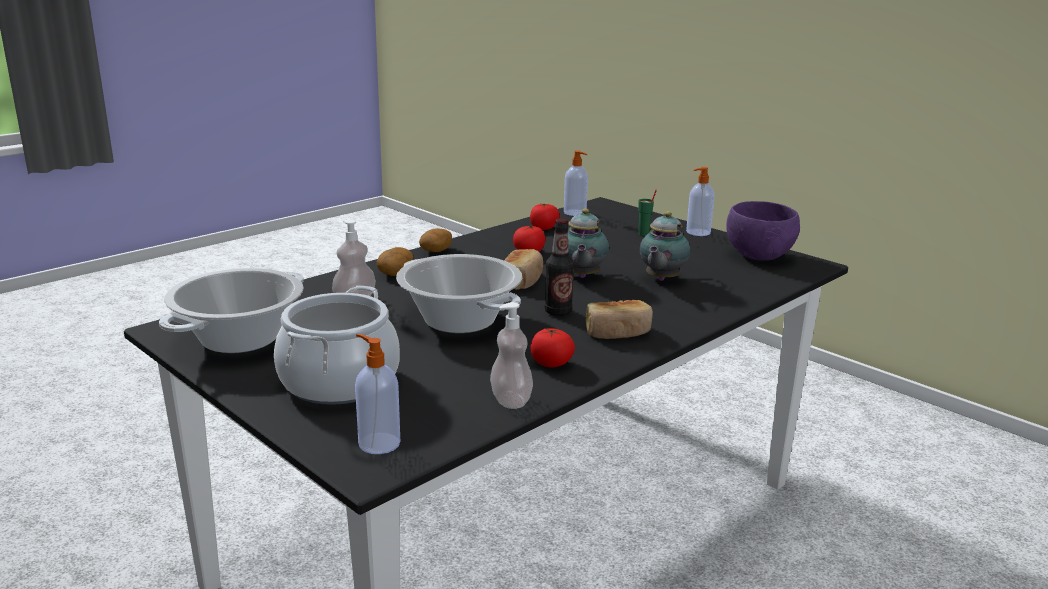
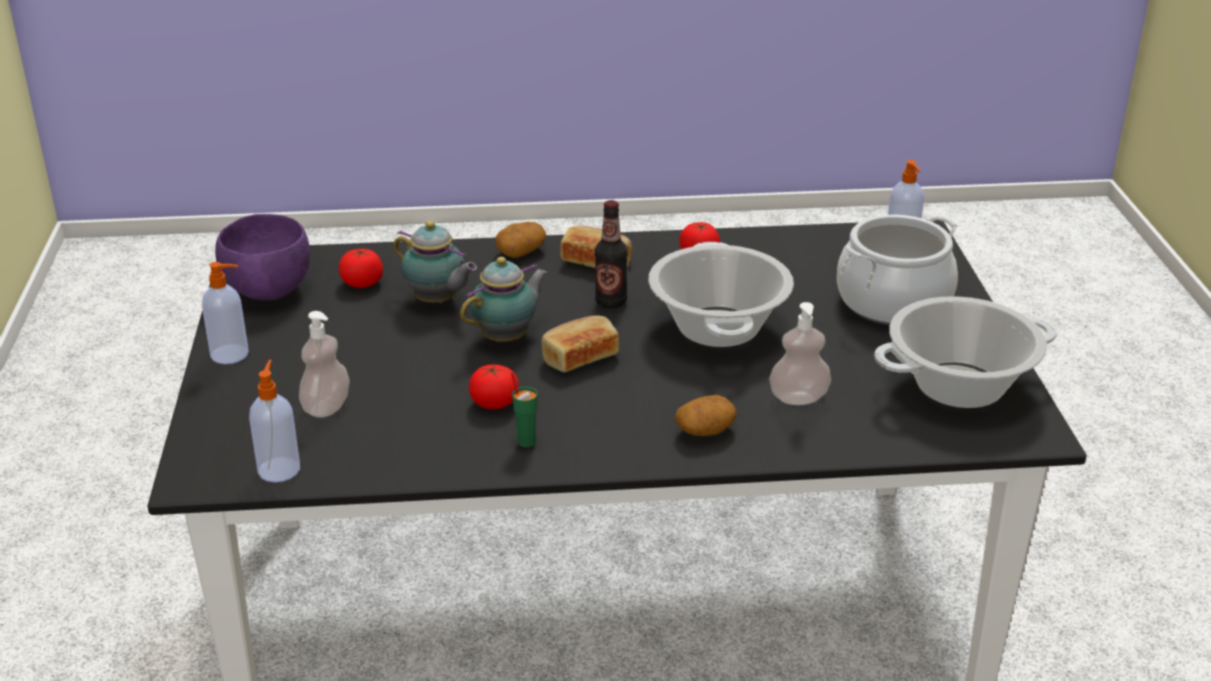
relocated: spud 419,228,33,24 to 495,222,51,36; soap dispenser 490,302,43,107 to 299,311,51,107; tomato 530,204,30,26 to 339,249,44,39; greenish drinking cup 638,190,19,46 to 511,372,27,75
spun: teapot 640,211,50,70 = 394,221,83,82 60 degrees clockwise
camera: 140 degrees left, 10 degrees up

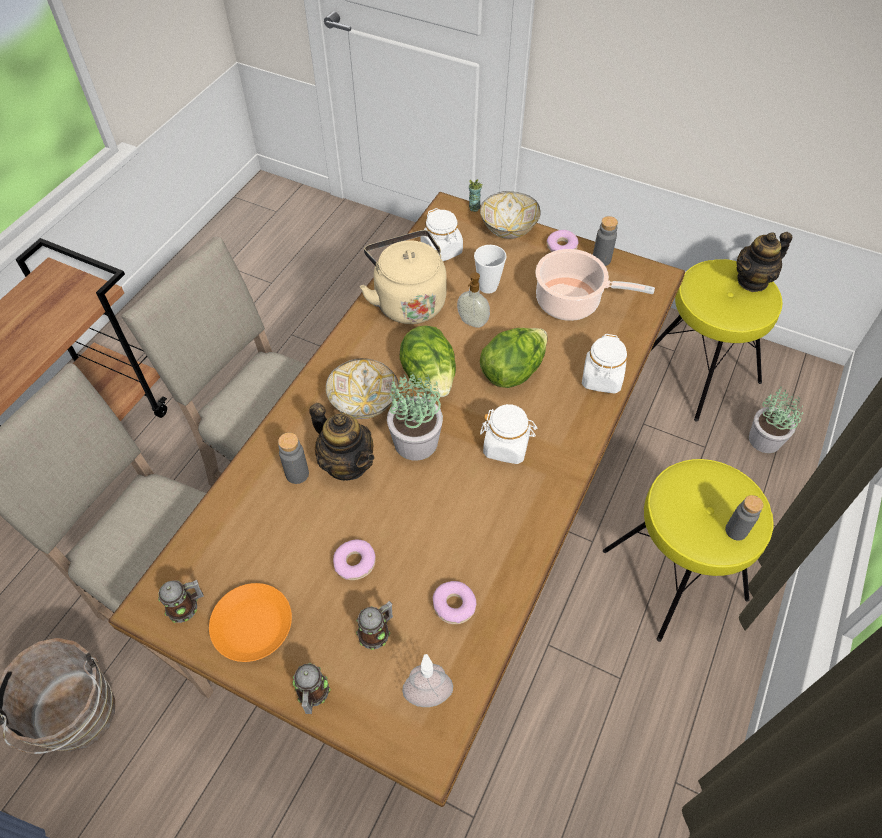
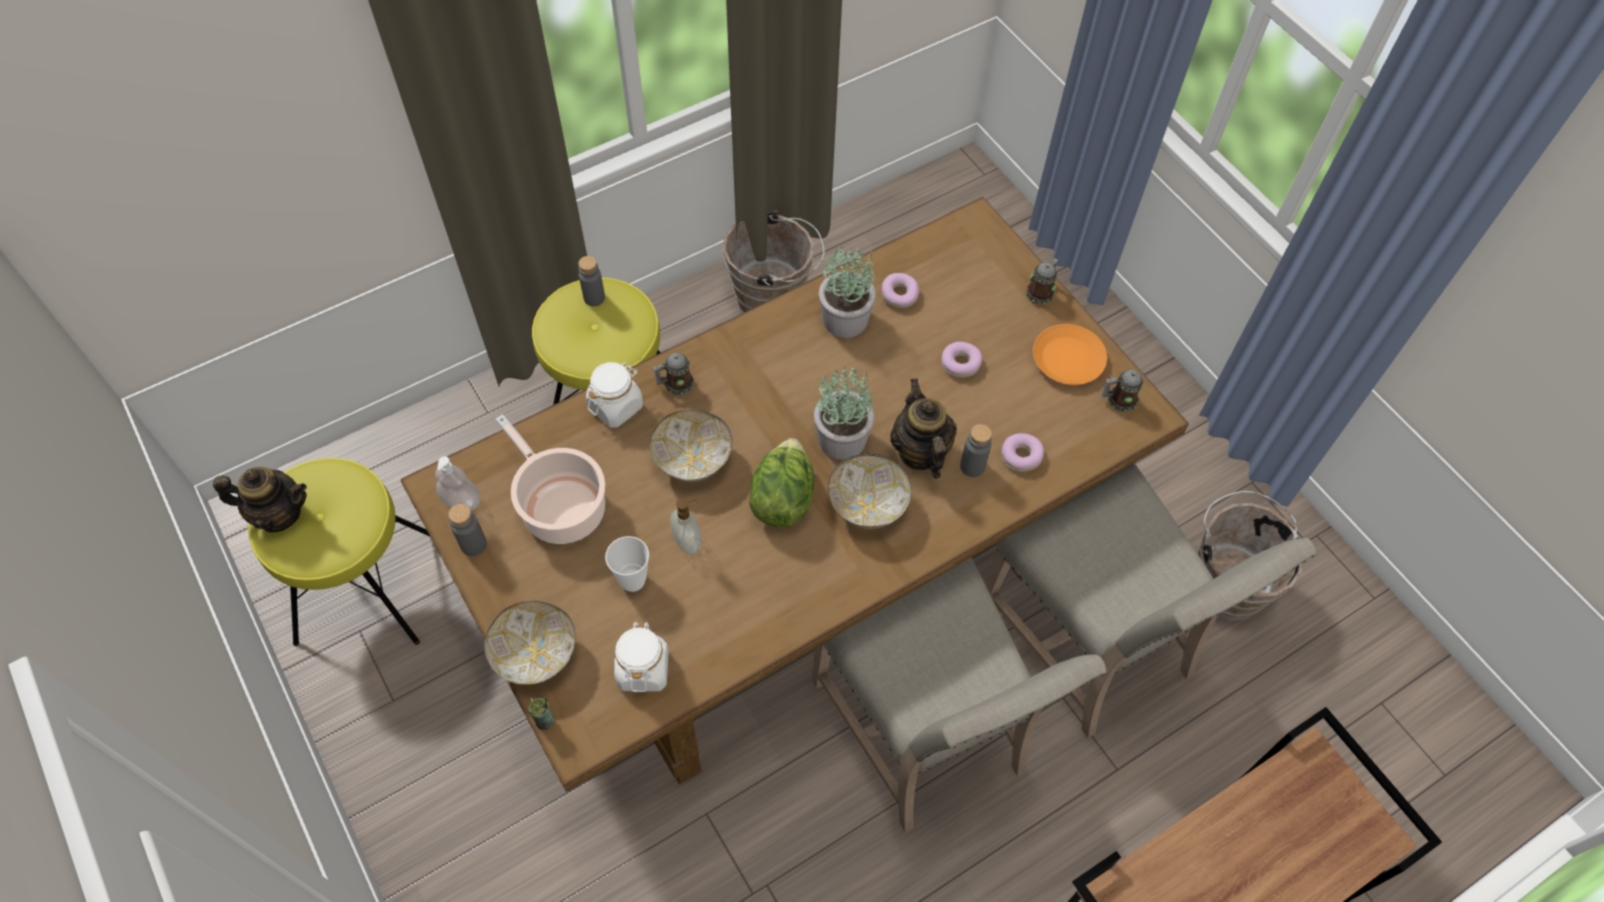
missing: beige water kettle 360,230,87,94; white storage jar 480,404,57,60
appeared: brownish water bucket 723,210,102,102
relocated: coffee mug 356,601,37,49 to 653,353,42,42; soap dispenser 402,654,51,53 to 435,456,45,55; ring doughnut 547,230,31,22 to 1001,433,43,38; potted plant 749,387,54,66 to 819,245,57,93
exchanged: lettuce head 480,328,67,60 to bowl 649,409,84,72
camera: 150 degrees left, 5 degrees up

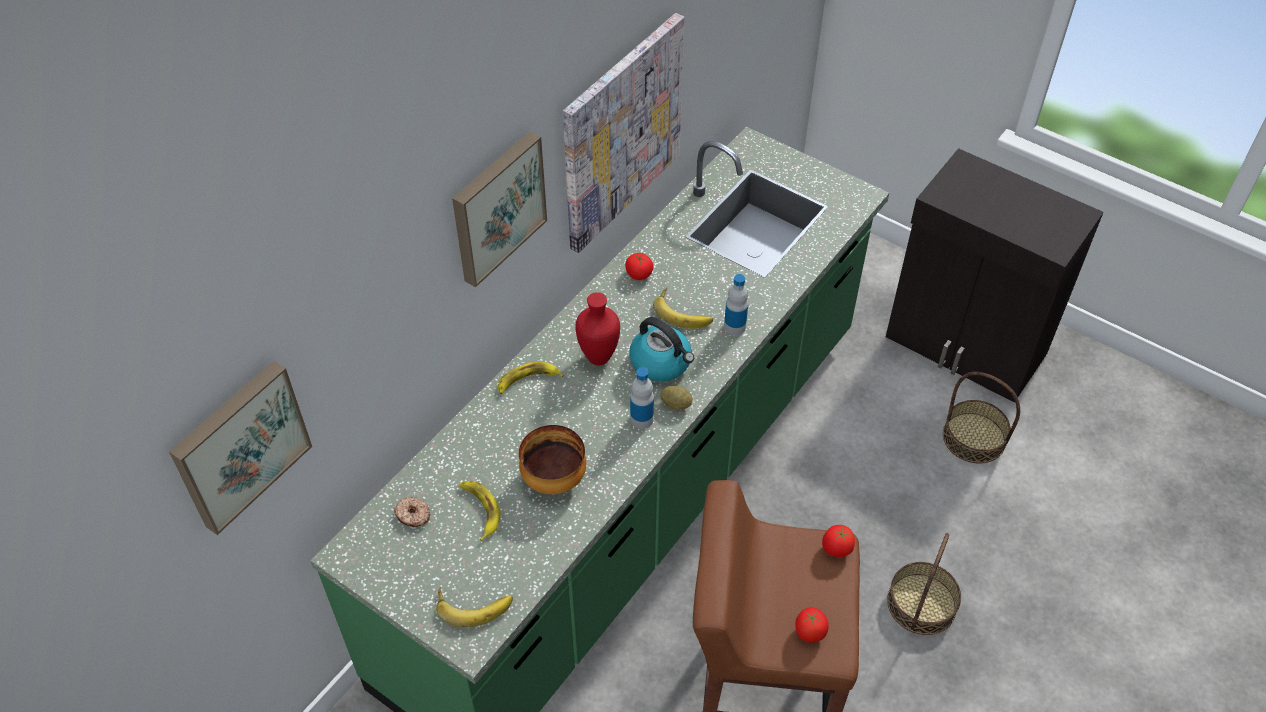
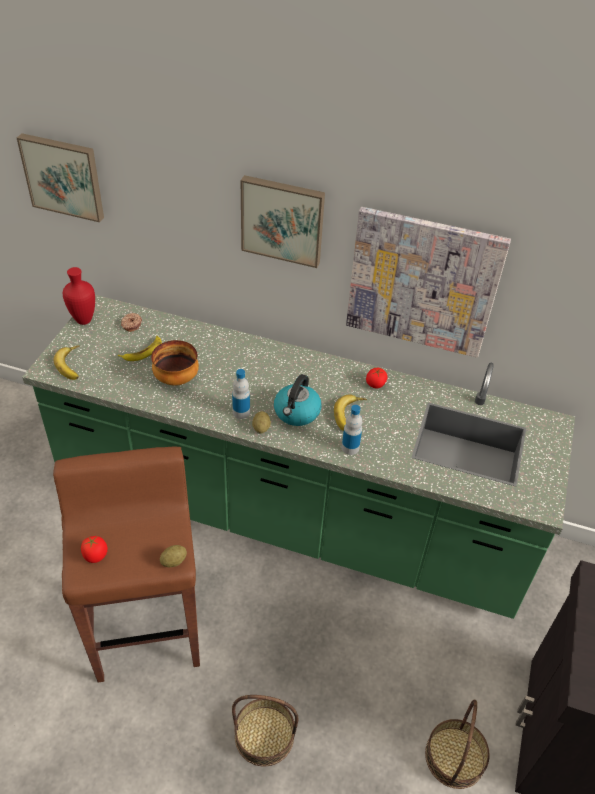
missing: banana 498,362,66,32
relocated: red-coloured decorative vase 575,292,45,74 to 63,267,32,58
exchanged: tomato 822,525,33,32 to spud 160,545,27,22
camera: 70 degrees right, 5 degrees down

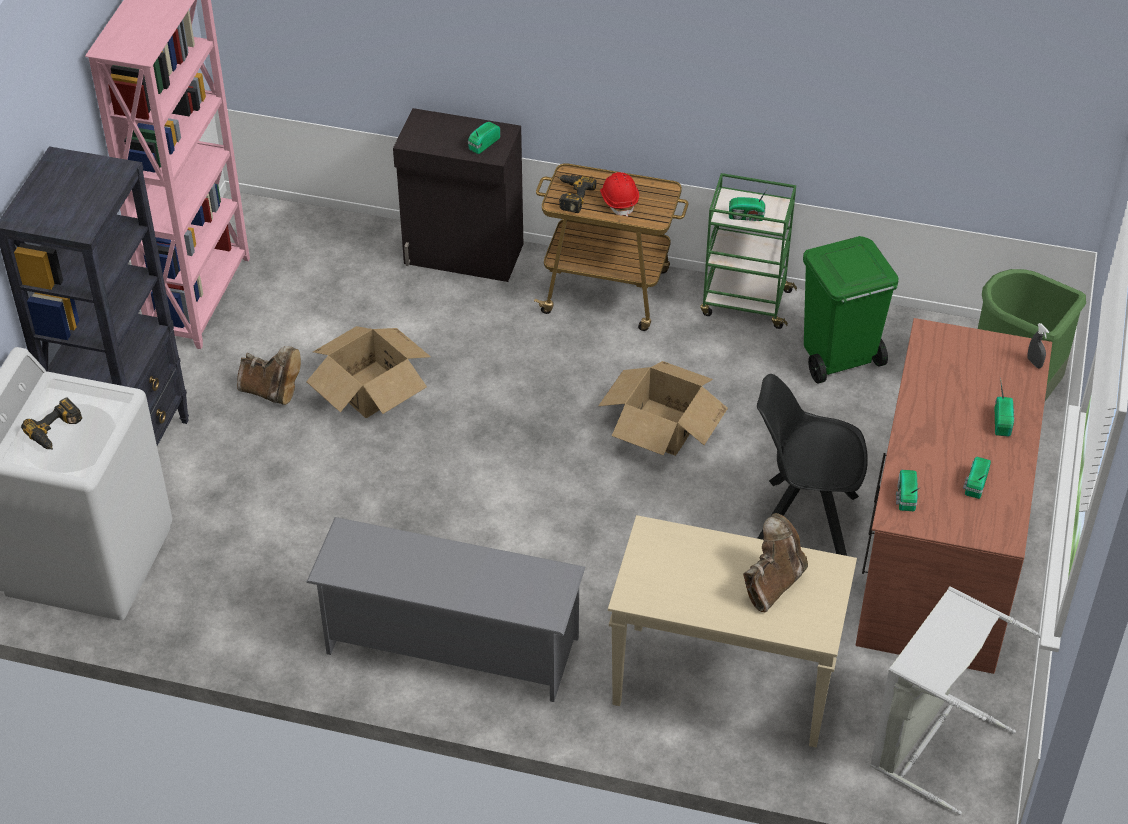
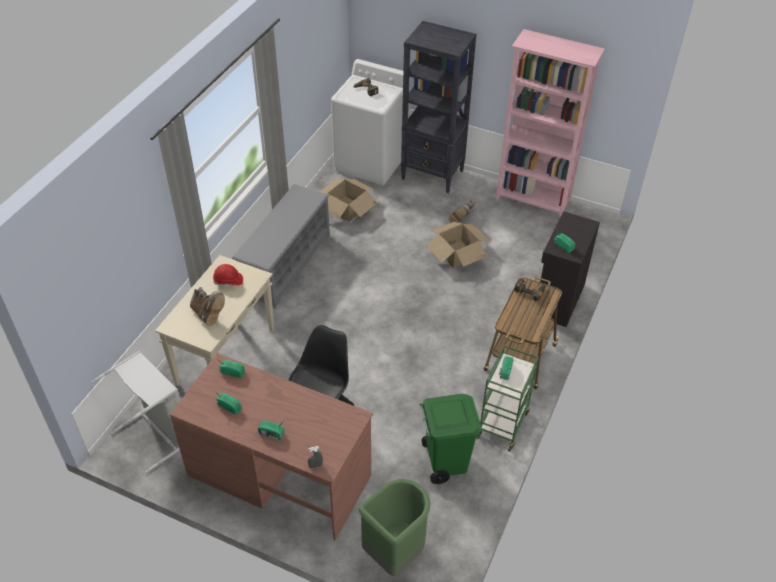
relocated: packing box 598,361,130,95 to 320,179,57,43; red-coloured hard hat 600,172,39,45 to 213,264,30,22
camera: 100 degrees right, 0 degrees up

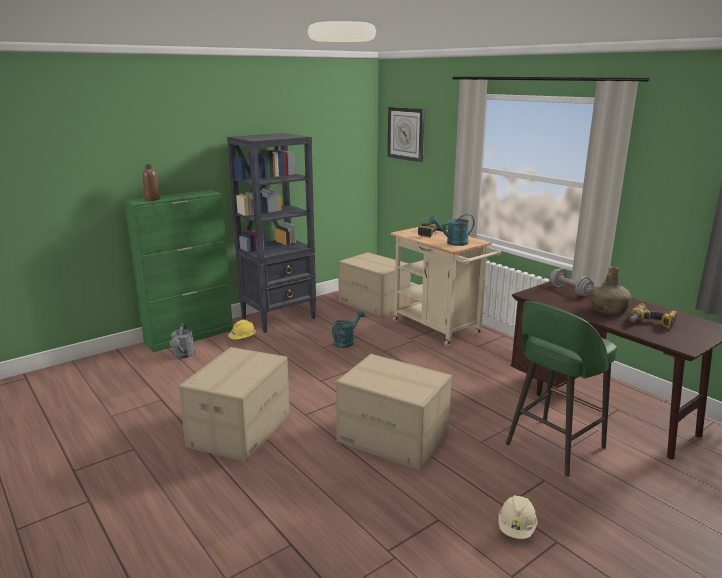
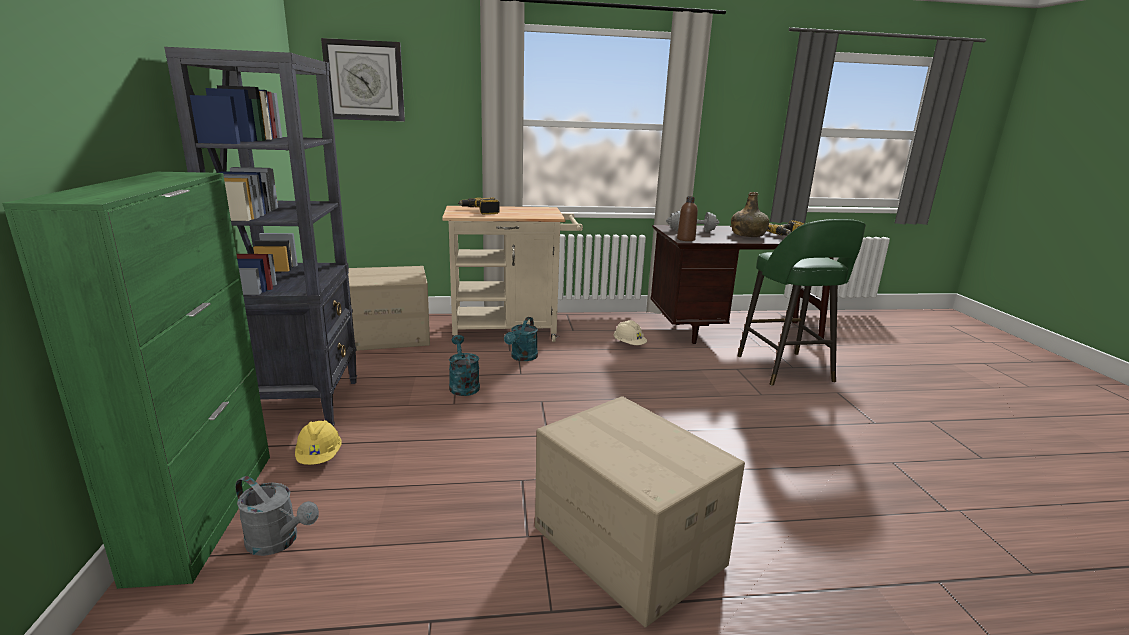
missing: packing box 336,354,116,117
relocated: brownish drink bottle 143,164,17,37 to 677,197,21,44; turquoise watering can 429,214,45,32 to 504,317,34,44; beige hard hat 498,495,39,44 to 614,320,33,25
camera: 60 degrees left, 0 degrees up

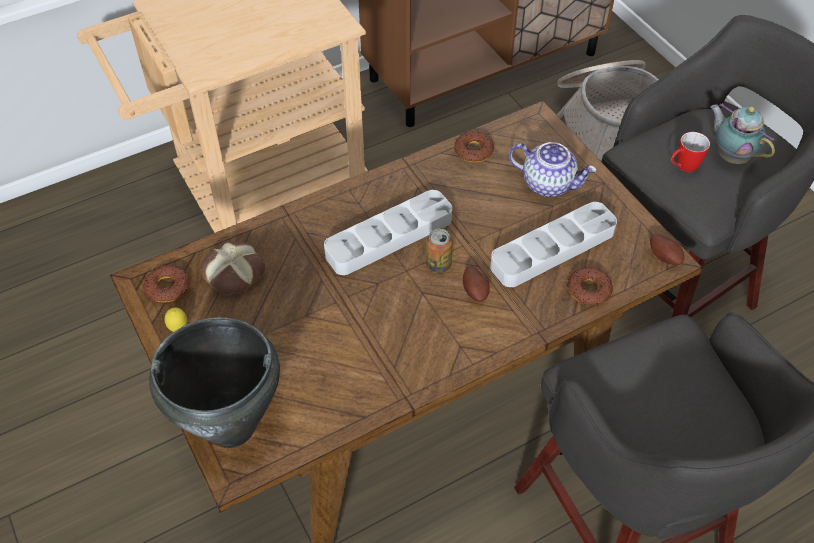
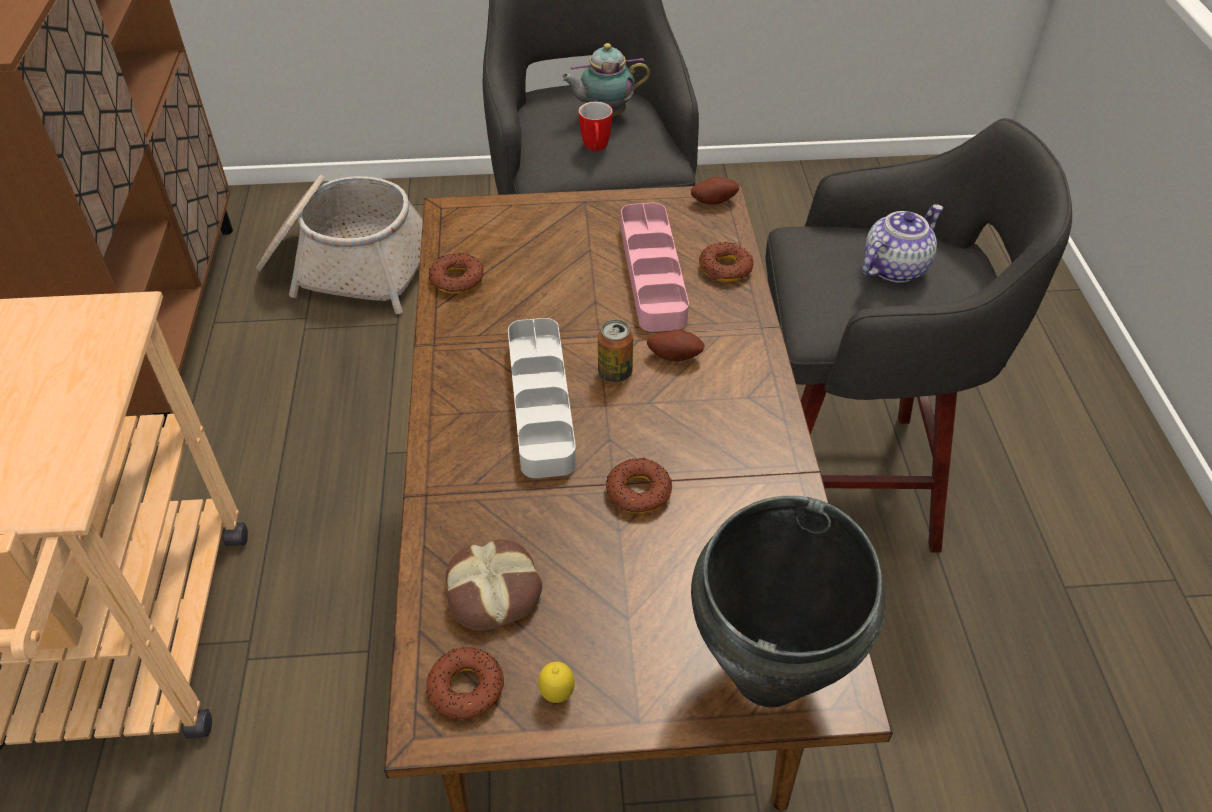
appeared: ring doughnut 606,458,66,56
relocated: teapot 508,142,89,55 to 862,204,81,79
colour: gray serving tray 490,202,127,85 to pink serving tray 621,203,68,129
camera: 65 degrees left, 5 degrees down

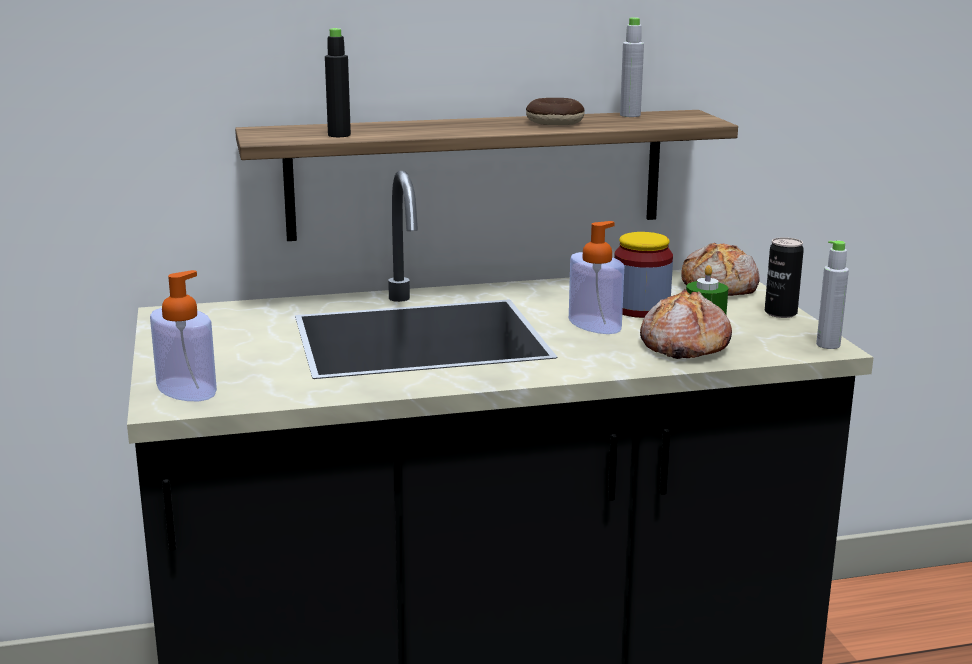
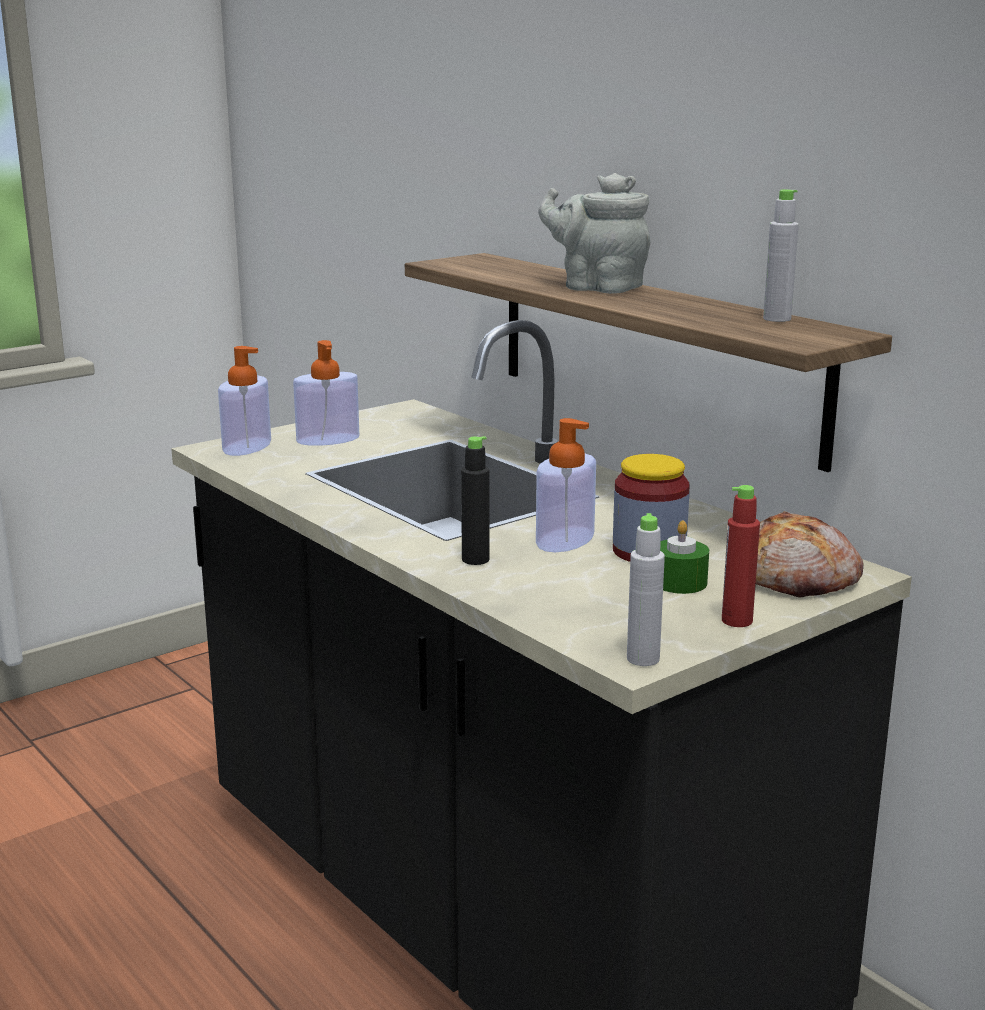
missing: ring doughnut 526,98,59,27; bakery bread 640,289,92,70
appeared: soap dispenser 293,340,66,106; gray teapot 538,173,112,121
relocated: black-coloured drink bottle 325,28,26,109 to 461,436,29,129
exchanged: sealed can 765,237,39,81 to red-coloured drink bottle 722,485,38,142
camera: 65 degrees right, 0 degrees up

